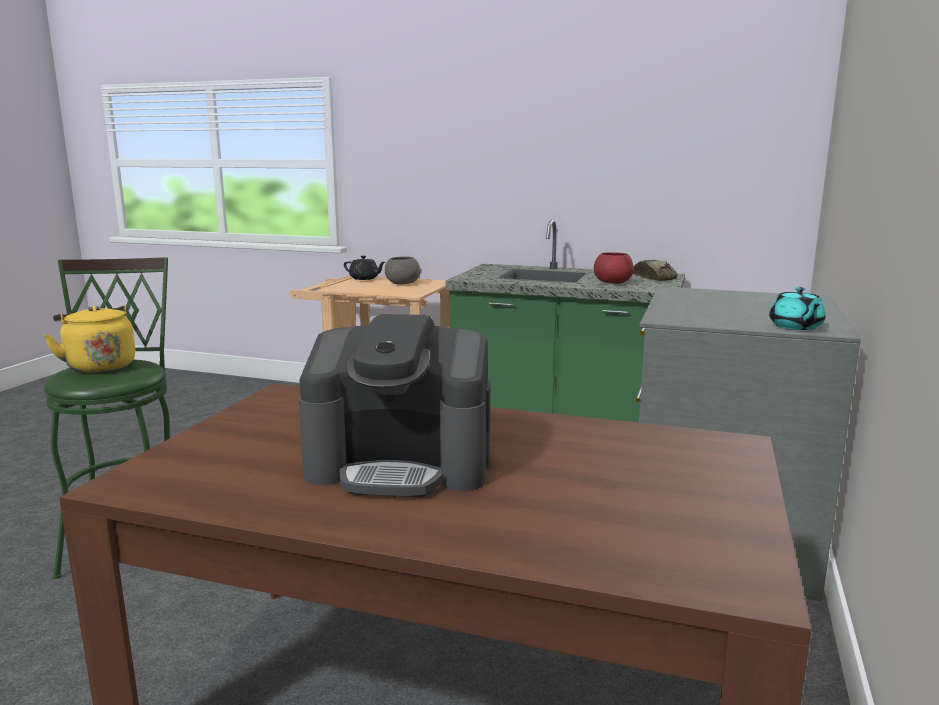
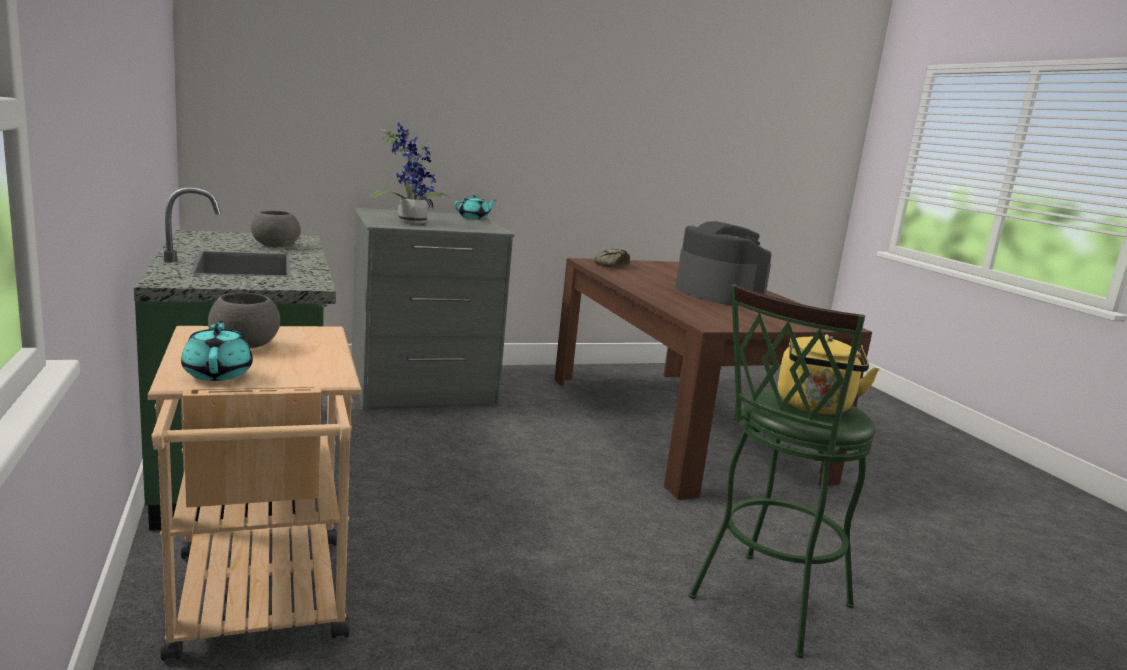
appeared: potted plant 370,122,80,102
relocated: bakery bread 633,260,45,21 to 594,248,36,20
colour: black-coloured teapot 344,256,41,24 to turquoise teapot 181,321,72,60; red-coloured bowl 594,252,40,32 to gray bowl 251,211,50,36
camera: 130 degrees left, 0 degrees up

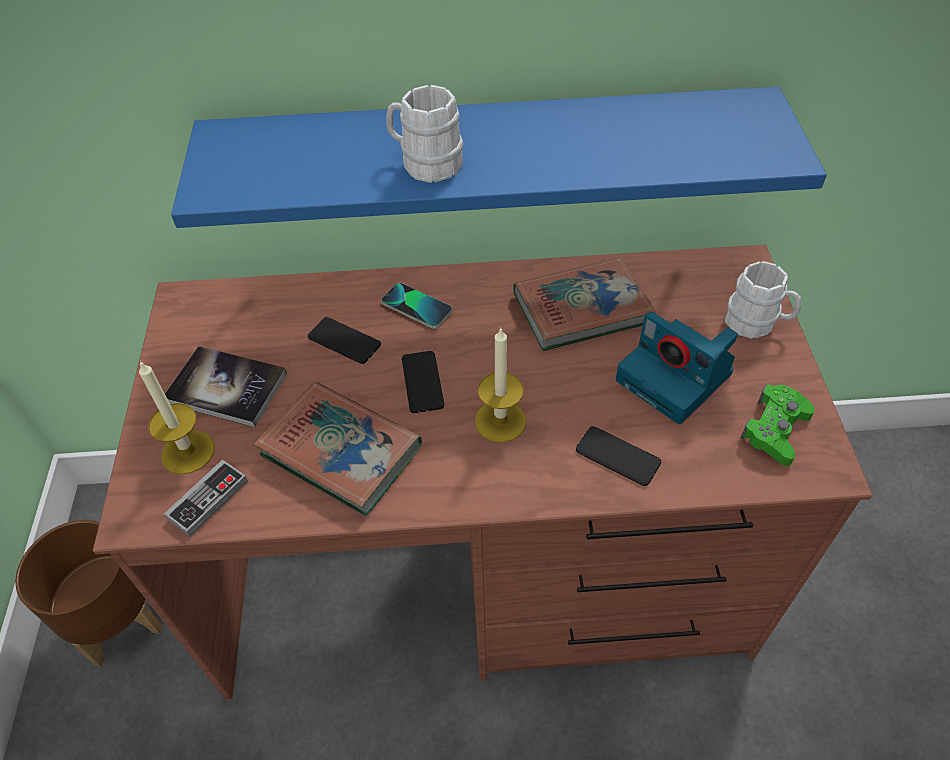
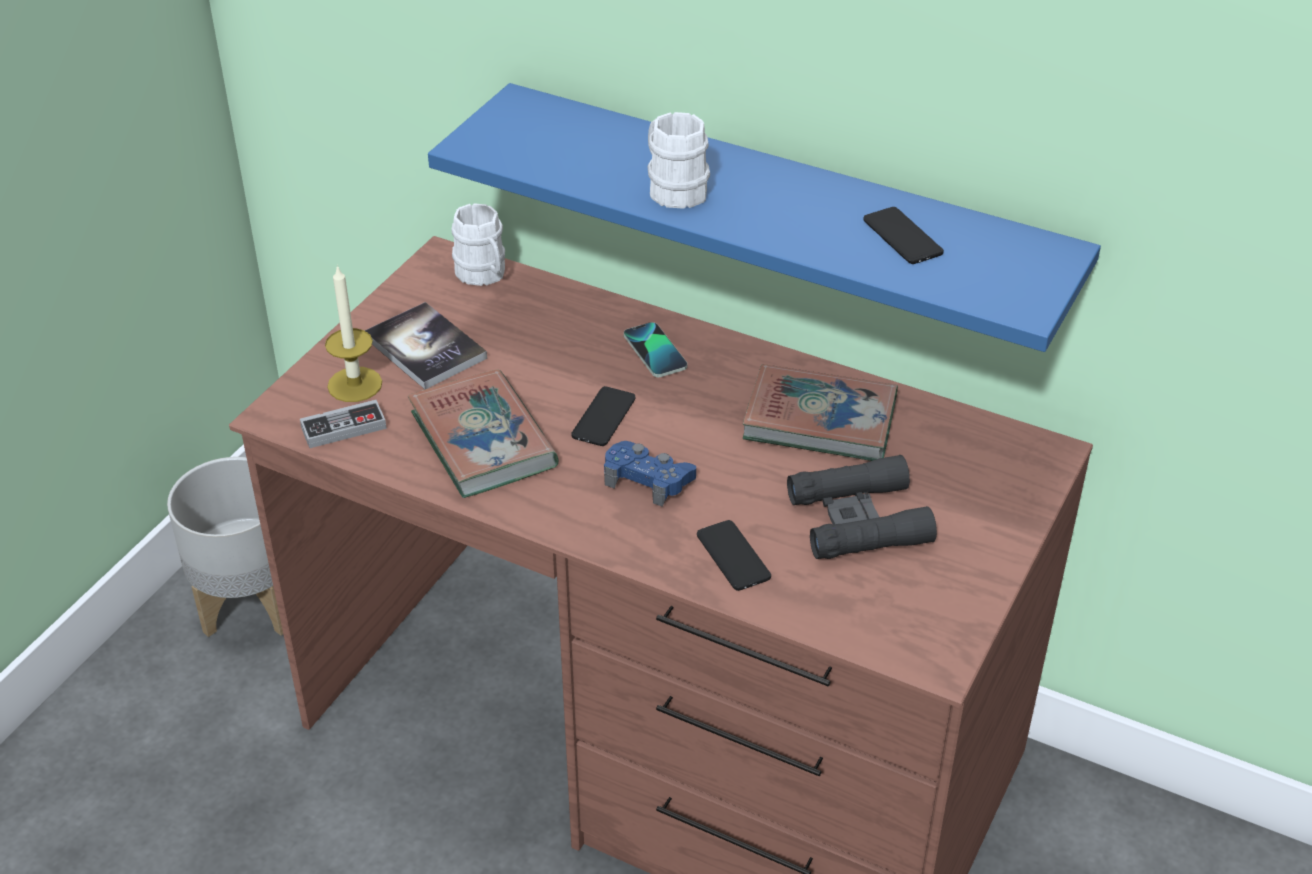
missing: greenish game controller 740,384,75,82
relocated: handset 308,317,73,47 to 863,207,81,57; white coffee mug 725,261,76,78 to 451,203,54,83
exchanged: candle 475,327,51,116 to blue-coloured game controller 604,441,92,66; photo camera 616,312,122,112 to black-coloured field glasses 787,455,150,104
colour: brownish flower pot 15,520,148,147 to gray flower pot 167,457,116,180
camera: 30 degrees right, 10 degrees down

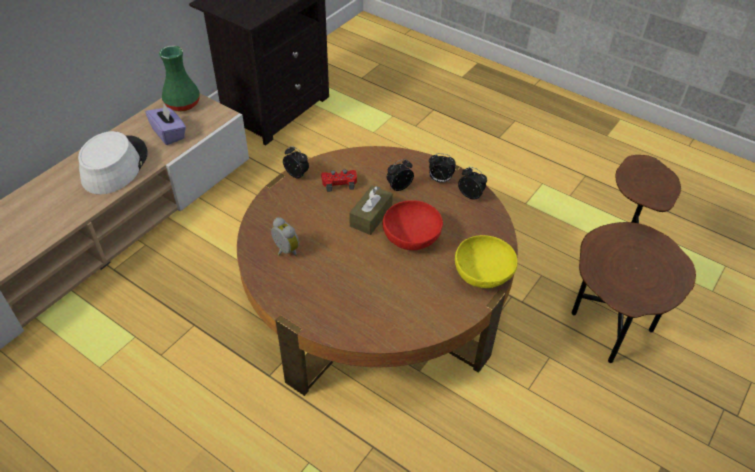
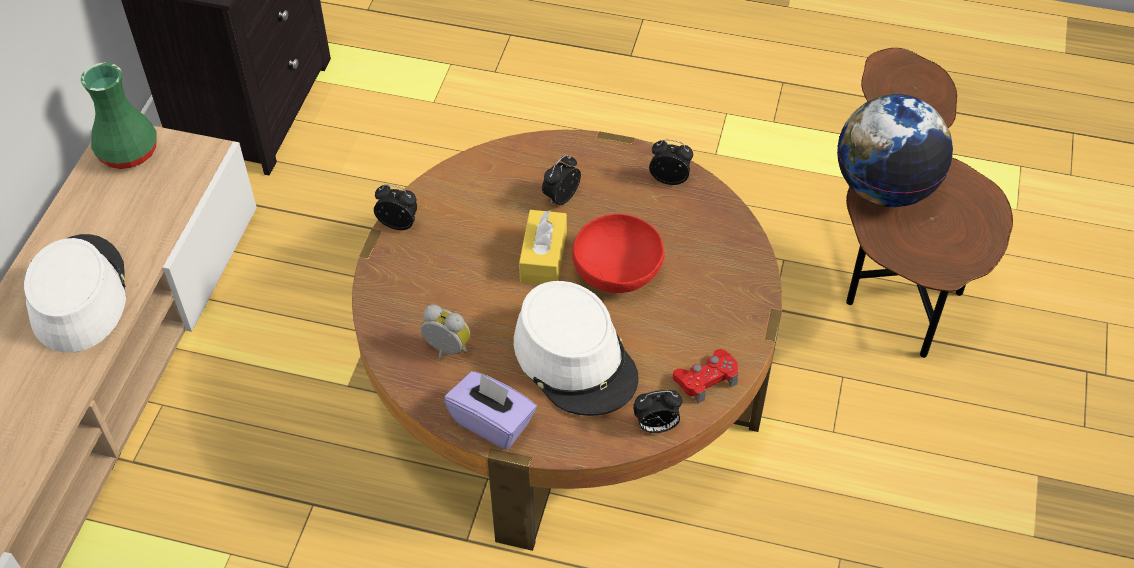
missing: yellow-coloured bowl 455,235,63,53
appeared: white hat 514,281,125,135; globe 837,94,116,113
relocated: purplish tissue box 145,104,41,41 to 444,371,93,79; red-coloured game controller 321,170,36,22 to 673,349,65,54; alarm clock 429,153,27,30 to 633,390,49,43
colour: brownish tissue box 349,186,44,49 to yellow-coloured tissue box 519,210,48,74
camera: 20 degrees left, 5 degrees up

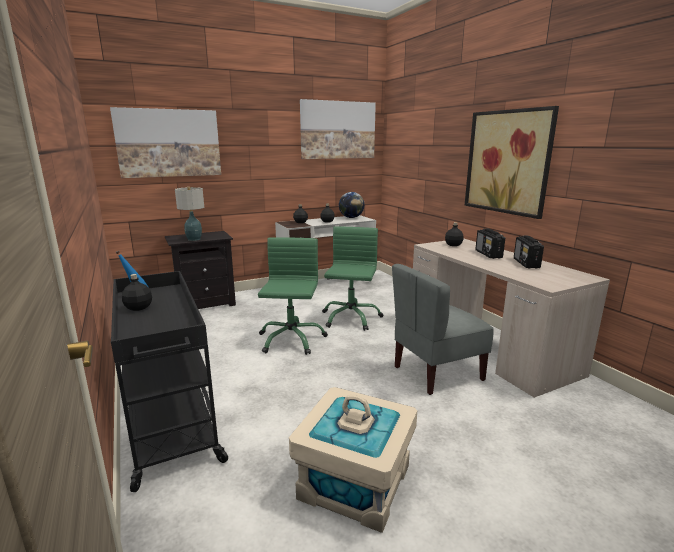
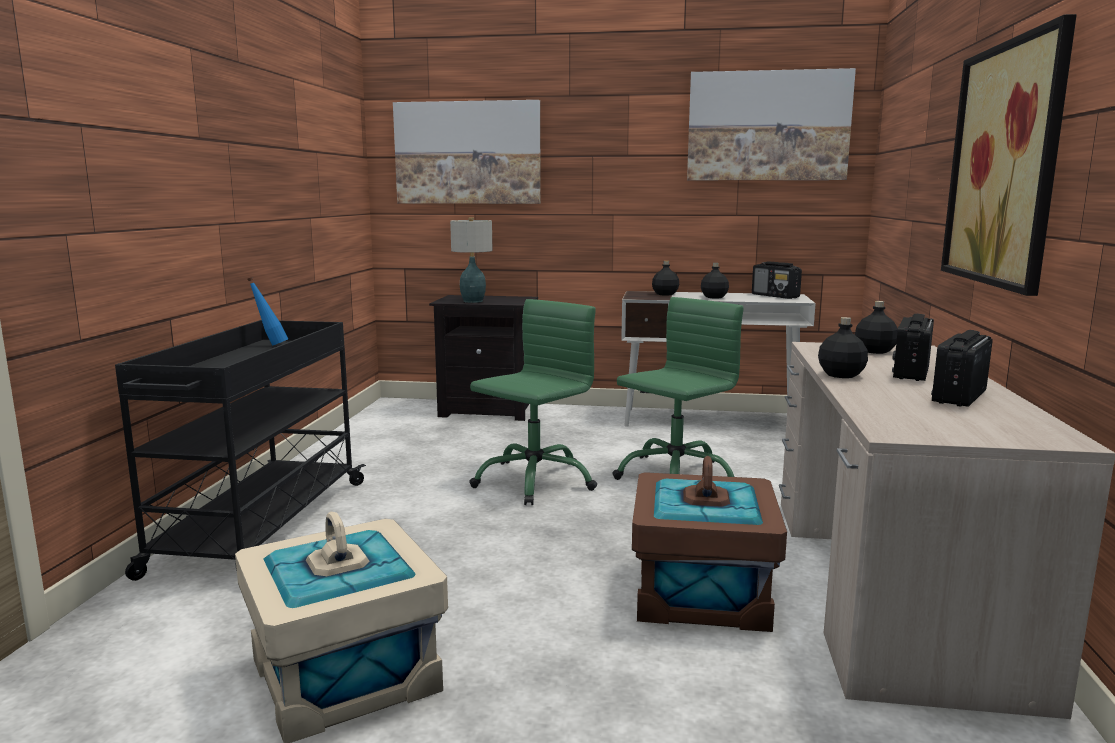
relocated: black-coloured drink bottle 122,274,30,37 to 818,317,50,61
exchanged: globe 339,192,26,26 to radio 752,261,50,38; gray plain chair 392,264,102,131 to brownish storage box 632,456,155,176
camera: 35 degrees right, 5 degrees down

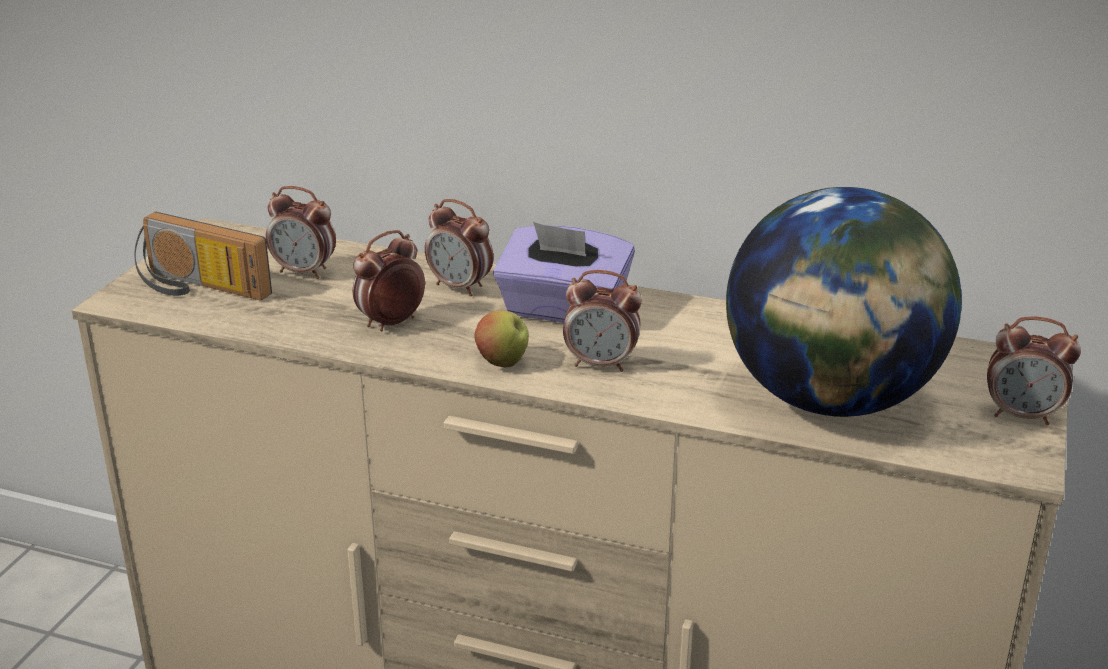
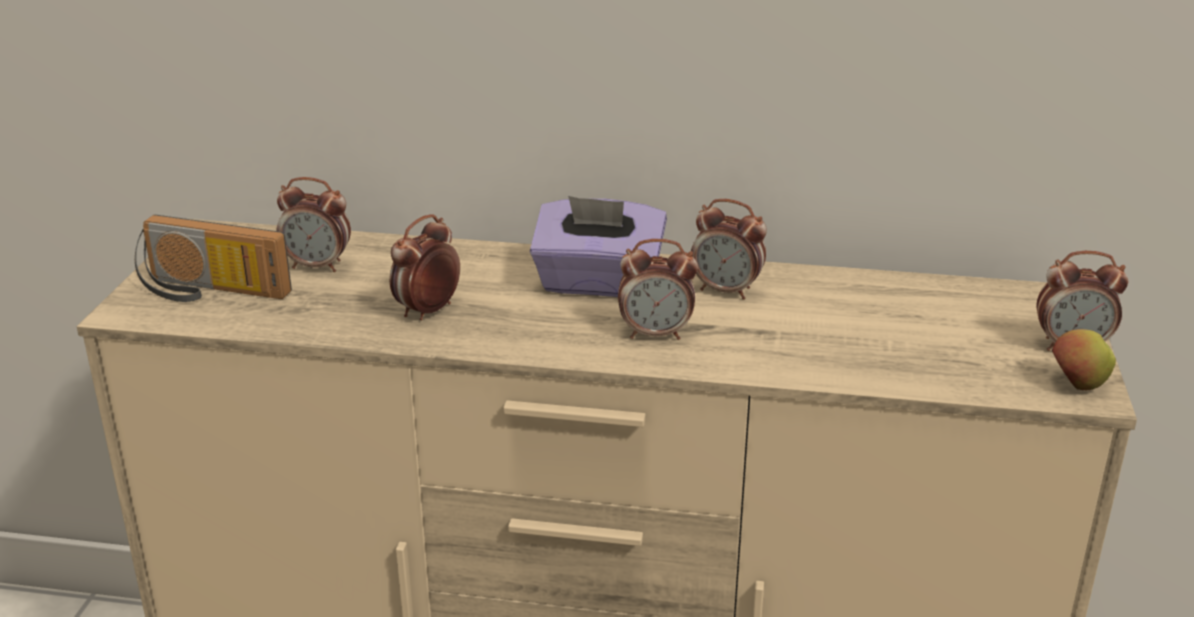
missing: globe 726,187,236,230
relocated: alarm clock 425,199,68,97 to 691,199,76,101; apple fruit 474,310,55,57 to 1052,329,64,61
camera: 10 degrees left, 0 degrees up

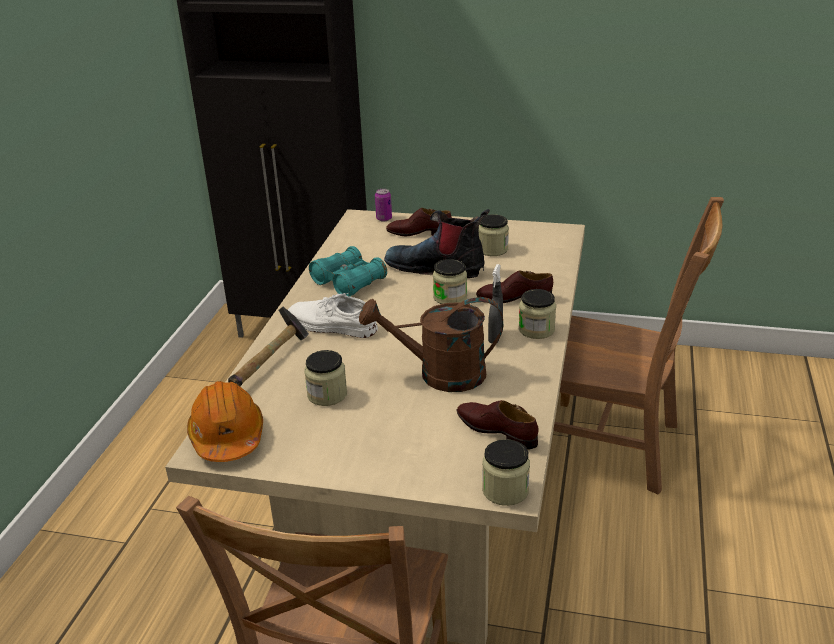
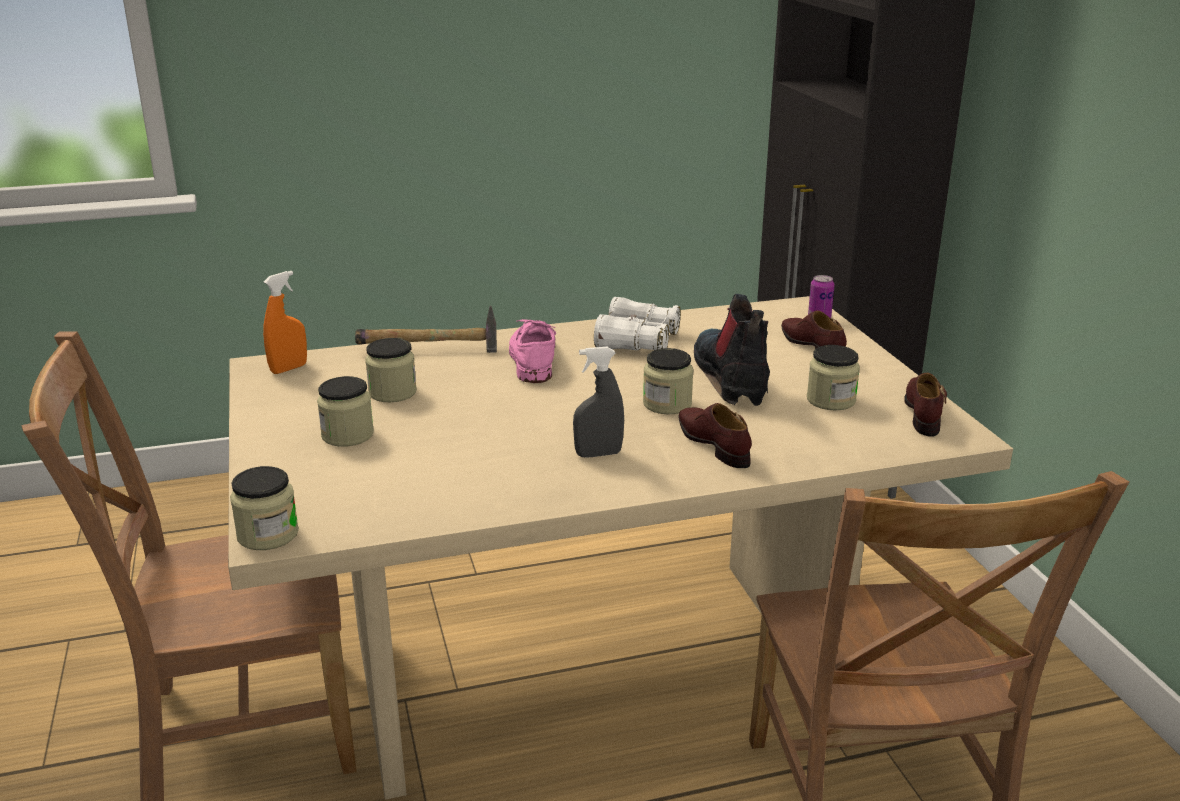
missing: brownish watering can 359,297,144,95
relocated: brownish low shoe 457,400,82,49 to 904,373,43,64; storage jar 519,289,37,50 to 317,376,57,71
exchanged: orange hard hat 187,381,76,81 to orange sprayer 263,271,44,103
colour: white low shoe 288,293,90,45 to pink low shoe 509,319,48,64; turquoise field glasses 309,246,78,51 to white field glasses 594,297,87,54
camera: 60 degrees right, 5 degrees down

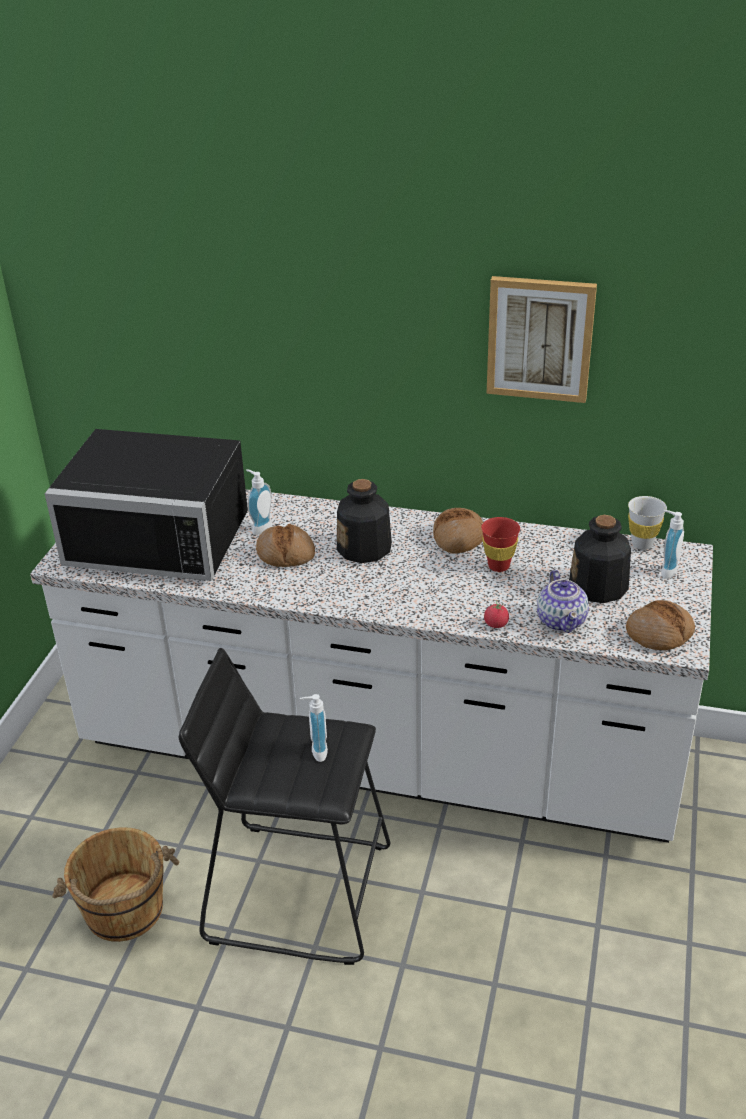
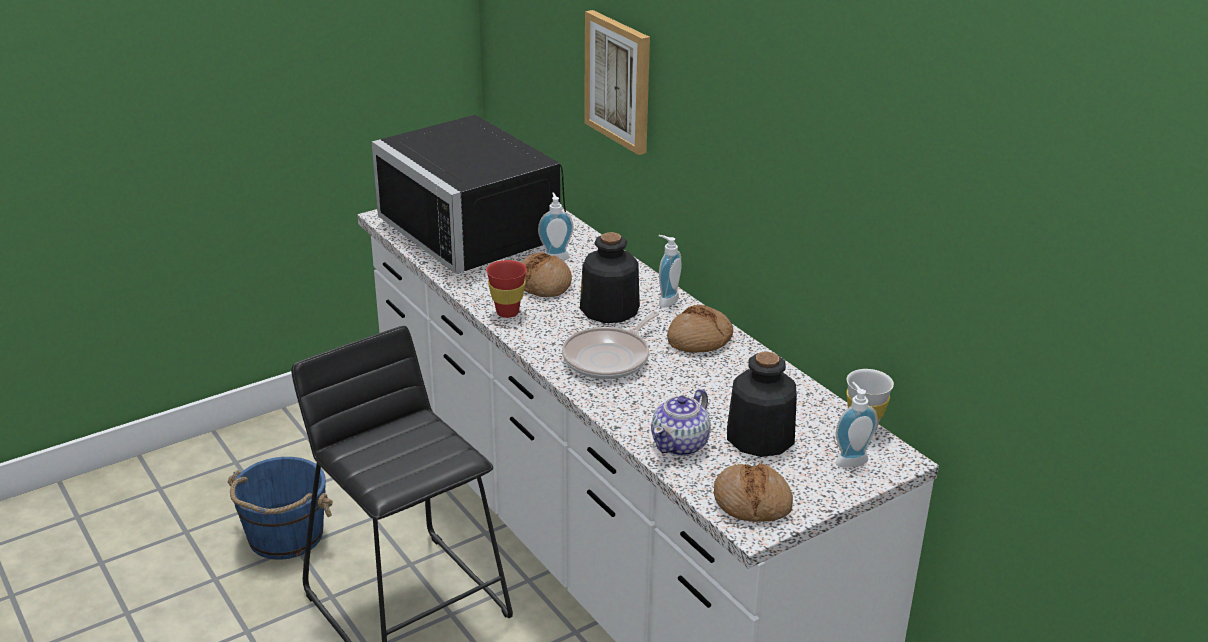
missing: tomato 484,600,25,28
appeared: frying pan 562,311,97,68
relocated: soap dispenser 300,694,28,68 to 658,235,24,73; red-coloured drinking cup 481,517,39,55 to 486,260,41,58; wall art 486,276,111,127 to 584,10,66,145
colour: brownish water bucket 52,827,127,115 to blue-coloured water bucket 227,457,106,103
camera: 40 degrees right, 5 degrees down

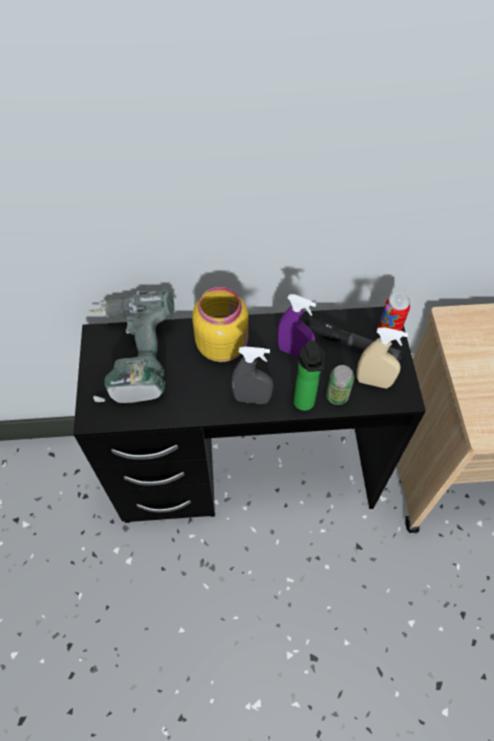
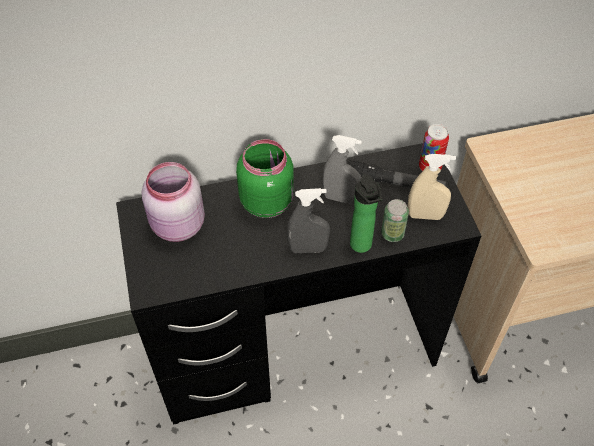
exchanged: drill 89,289,86,114 to pink storage jar 142,162,63,80
colour: yellow-coloured storage jar 192,287,57,75 to greenish storage jar 236,139,58,79; purplish sprayer 277,294,39,64 to gray sprayer 322,135,40,69
camera: 10 degrees left, 5 degrees down

